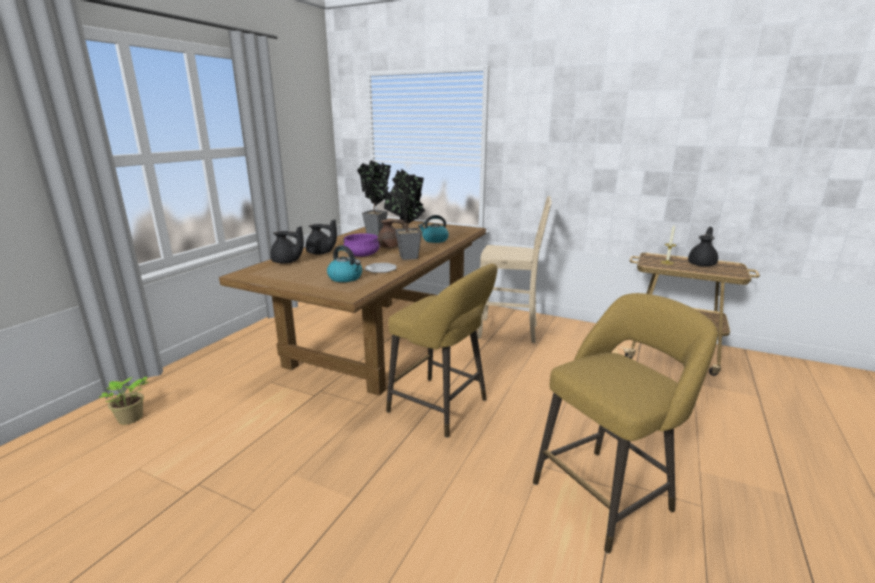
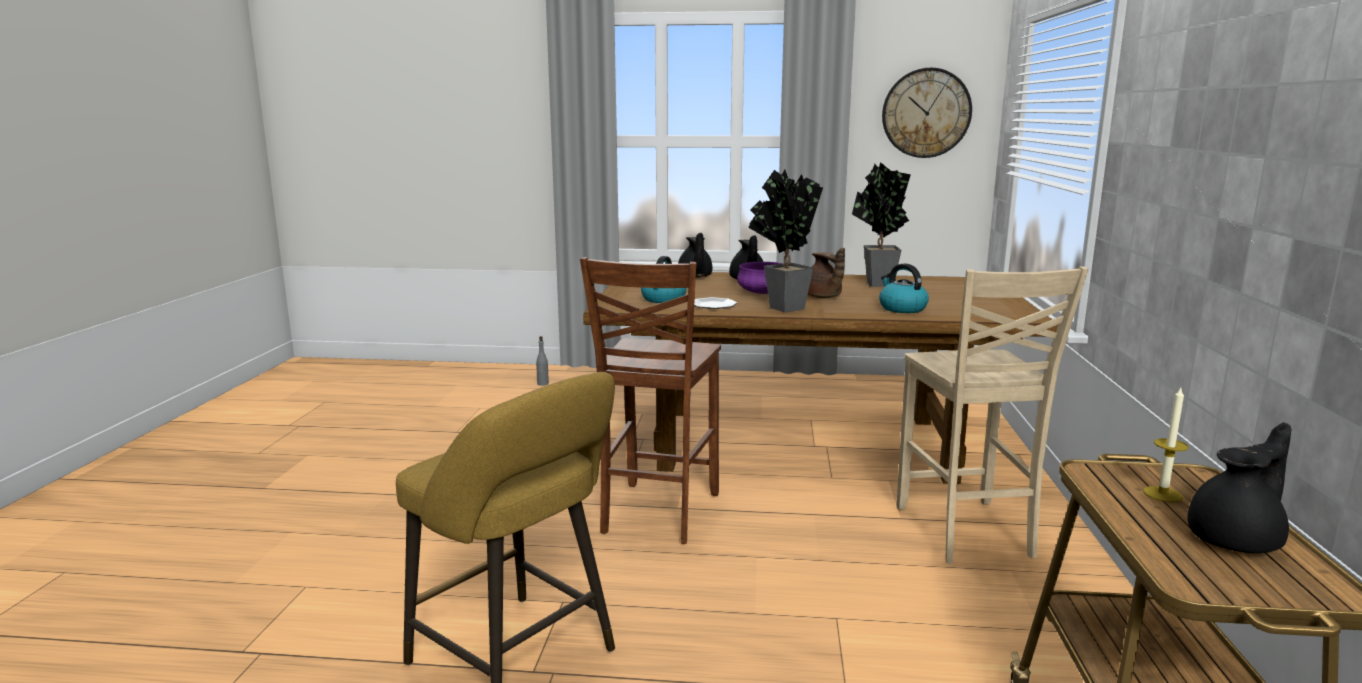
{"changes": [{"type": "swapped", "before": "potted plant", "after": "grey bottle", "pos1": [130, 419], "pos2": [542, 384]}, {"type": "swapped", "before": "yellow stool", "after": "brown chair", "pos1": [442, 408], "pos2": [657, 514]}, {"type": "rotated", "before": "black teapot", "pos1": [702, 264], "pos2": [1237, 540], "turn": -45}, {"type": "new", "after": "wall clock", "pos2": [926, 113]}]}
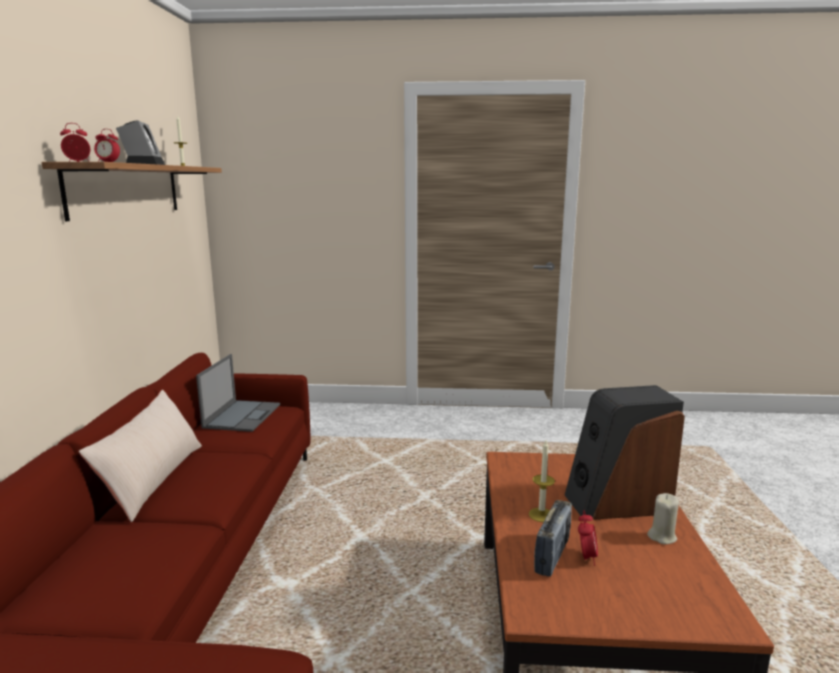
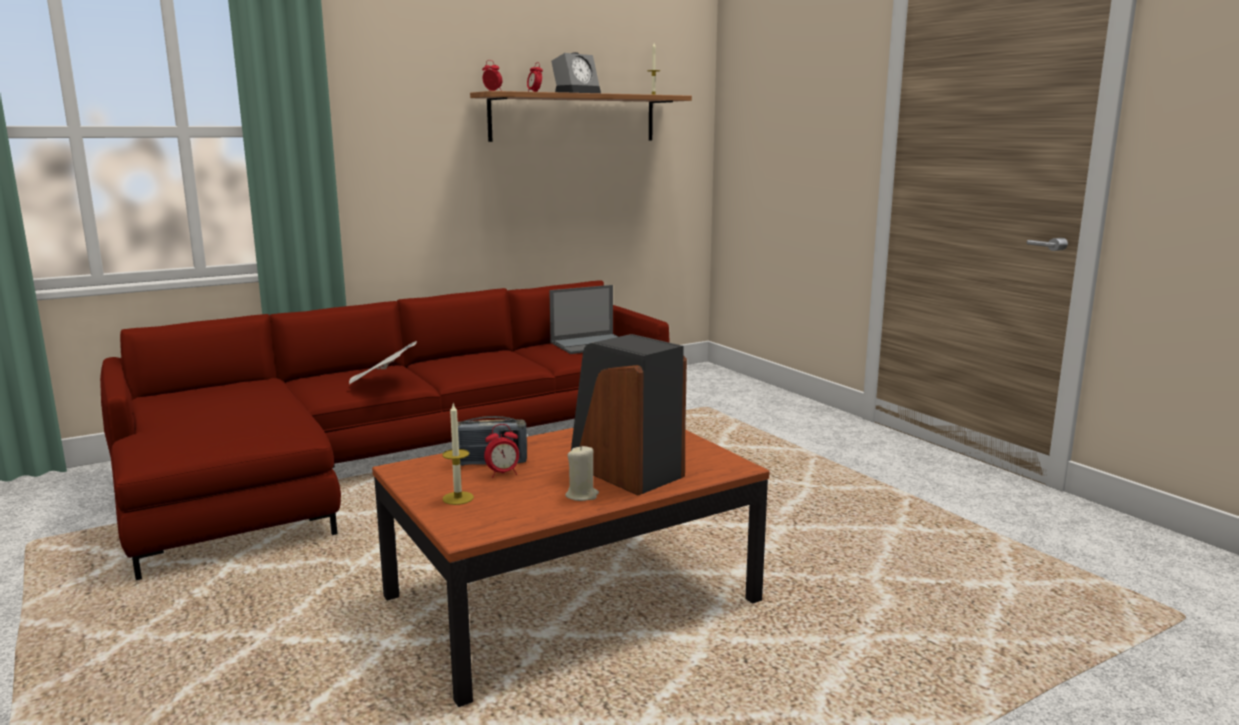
{"changes": [{"type": "gone", "before": "beige pillow", "pos1": [153, 479]}, {"type": "shifted", "before": "candle", "pos1": [541, 515], "pos2": [458, 498]}, {"type": "new", "after": "newspaper", "pos2": [381, 383]}]}
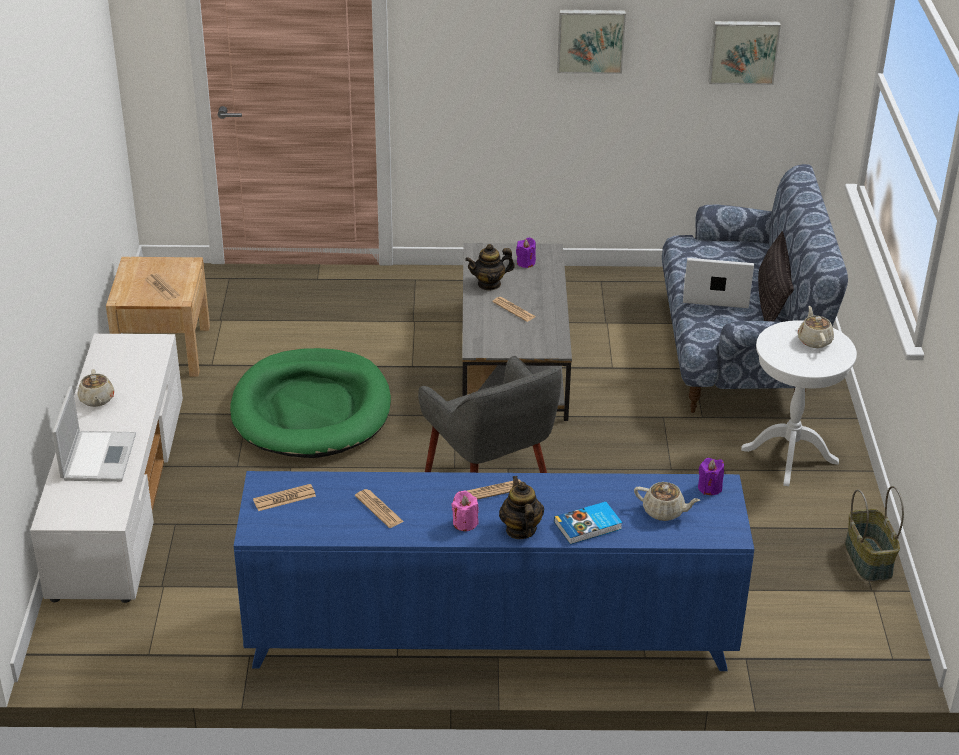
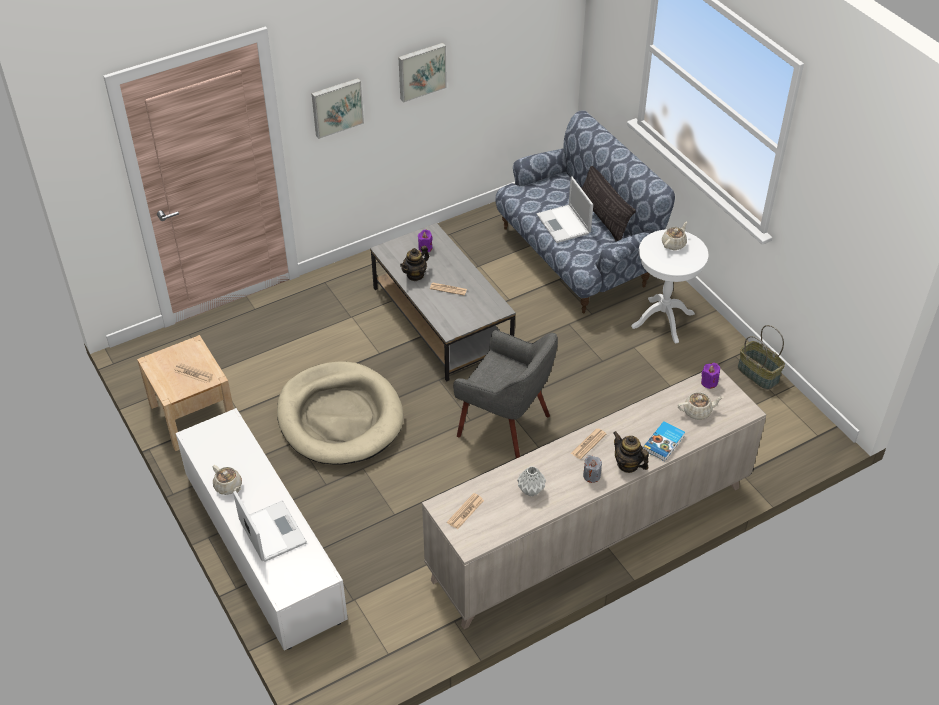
{"changes": [{"type": "repainted", "before": "green dog bed", "after": "beige dog bed", "pos1": [311, 409], "pos2": [340, 417]}, {"type": "repainted", "before": "blue cabinet", "after": "beige cabinet", "pos1": [491, 638], "pos2": [590, 533]}, {"type": "swapped", "before": "newspaper", "after": "grey vase", "pos1": [379, 509], "pos2": [531, 491]}, {"type": "repainted", "before": "pink candle", "after": "grey candle", "pos1": [465, 523], "pos2": [591, 476]}, {"type": "rotated", "before": "laptop", "pos1": [714, 293], "pos2": [564, 224], "turn": -90}, {"type": "shifted", "before": "picture", "pos1": [743, 51], "pos2": [336, 107]}, {"type": "rotated", "before": "beige teapot", "pos1": [814, 340], "pos2": [674, 244], "turn": 75}]}
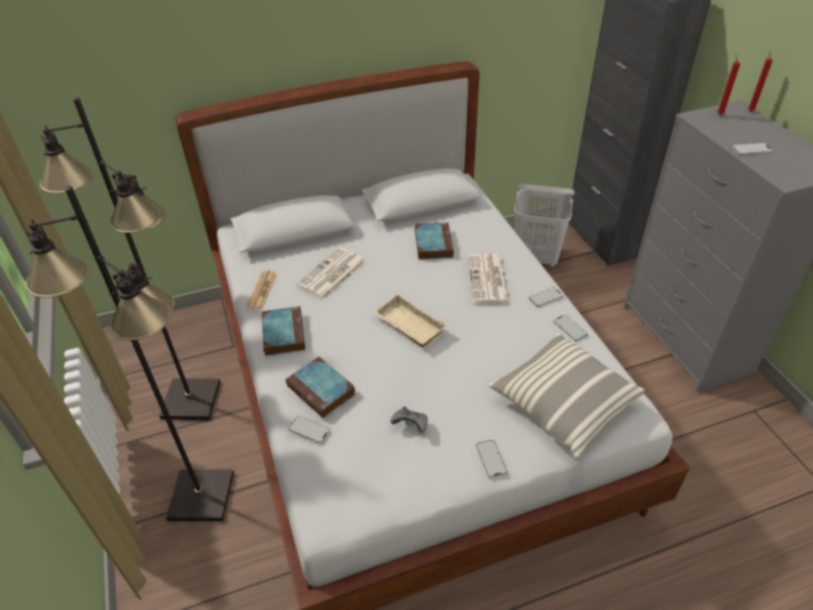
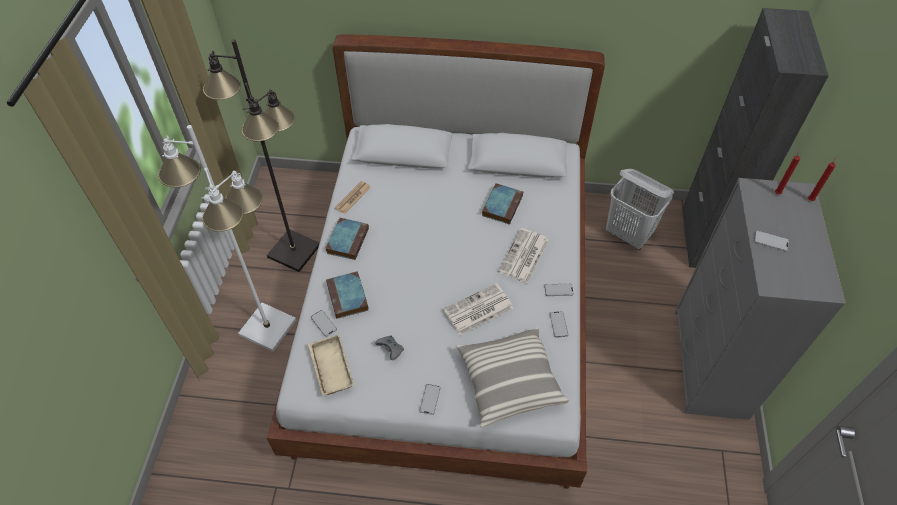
{"changes": [{"type": "repainted", "before": "black floor lamp", "after": "white floor lamp", "pos1": [201, 495], "pos2": [267, 327]}, {"type": "shifted", "before": "newspaper", "pos1": [332, 274], "pos2": [477, 310]}, {"type": "shifted", "before": "beige tray", "pos1": [407, 325], "pos2": [329, 367]}]}
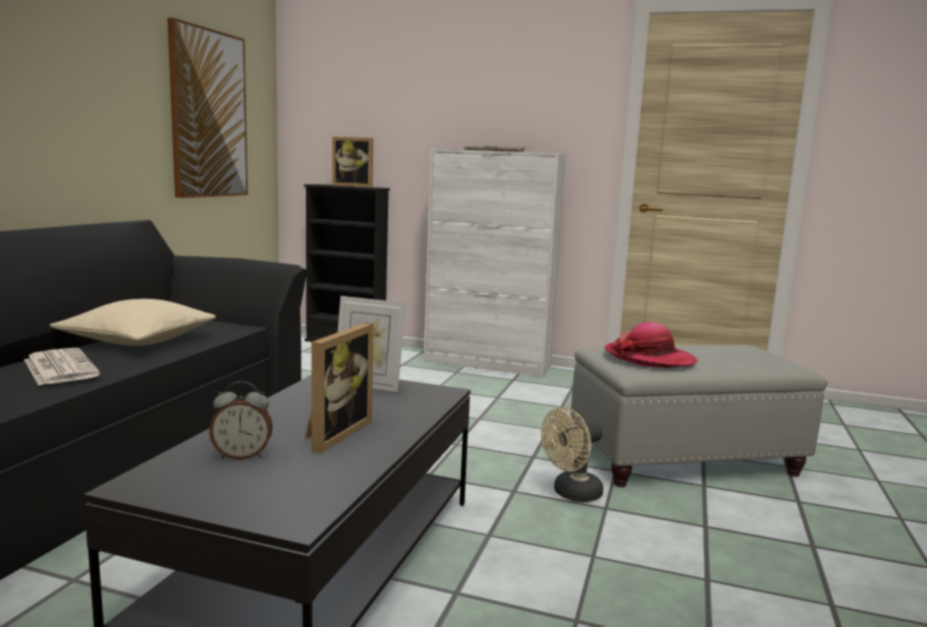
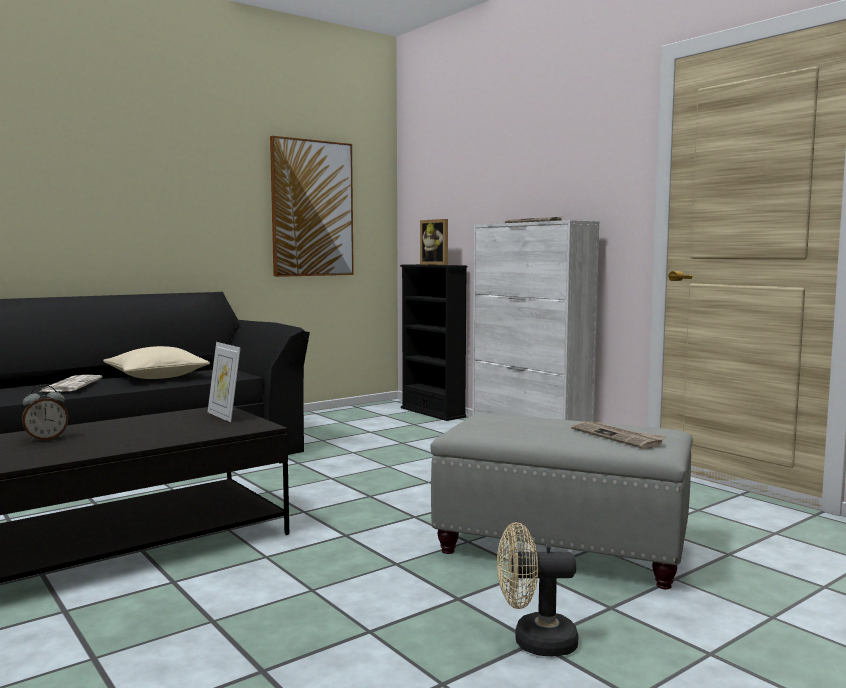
{"changes": [{"type": "rotated", "before": "alarm clock", "pos1": [242, 456], "pos2": [46, 439], "turn": -60}, {"type": "gone", "before": "picture frame", "pos1": [333, 433]}, {"type": "shifted", "before": "beige fan", "pos1": [571, 494], "pos2": [534, 642]}, {"type": "gone", "before": "hat", "pos1": [649, 358]}, {"type": "new", "after": "newspaper", "pos2": [618, 437]}]}
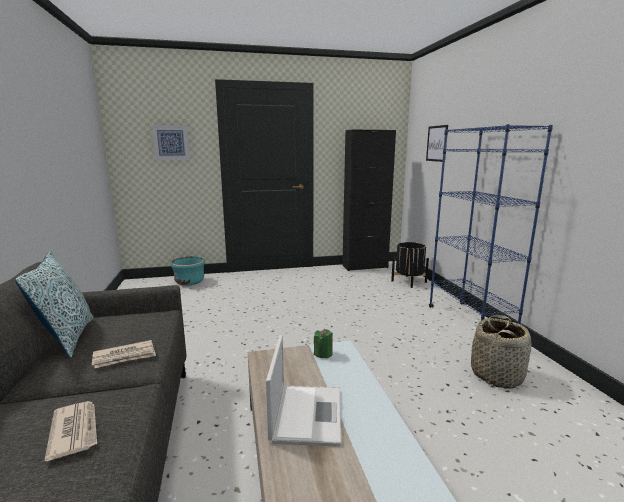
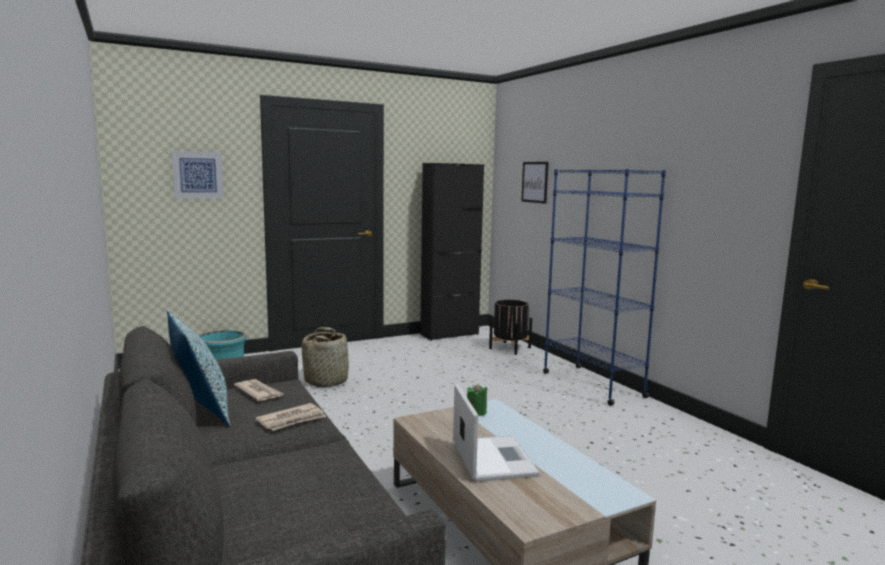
{"changes": [{"type": "shifted", "before": "newspaper", "pos1": [75, 430], "pos2": [259, 392]}, {"type": "shifted", "before": "basket", "pos1": [497, 375], "pos2": [326, 381]}]}
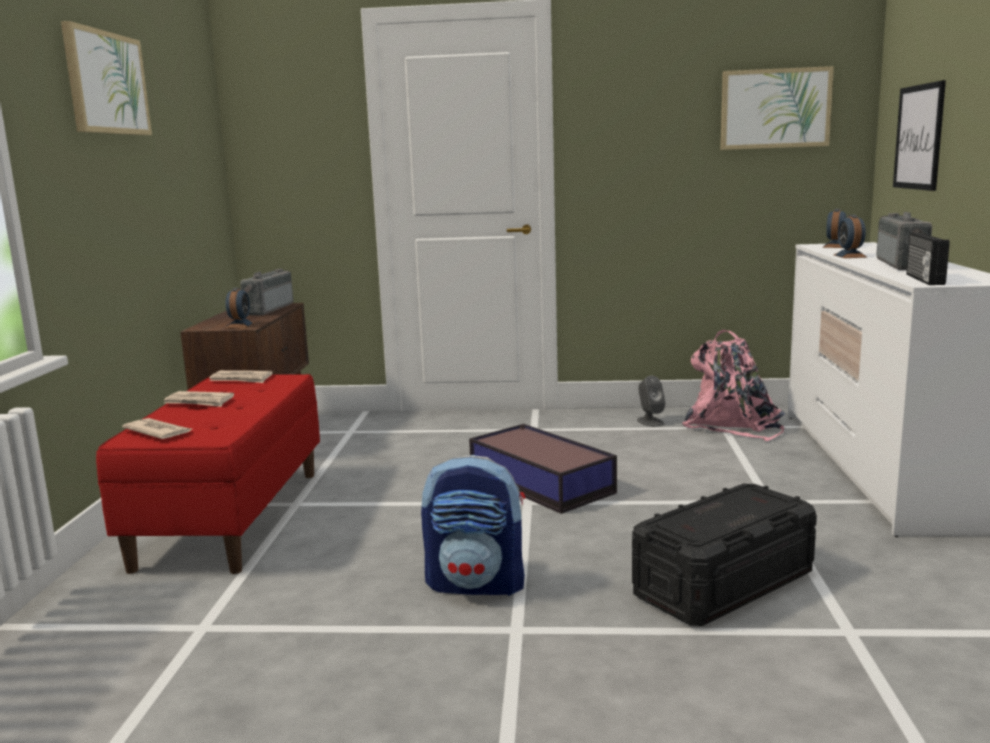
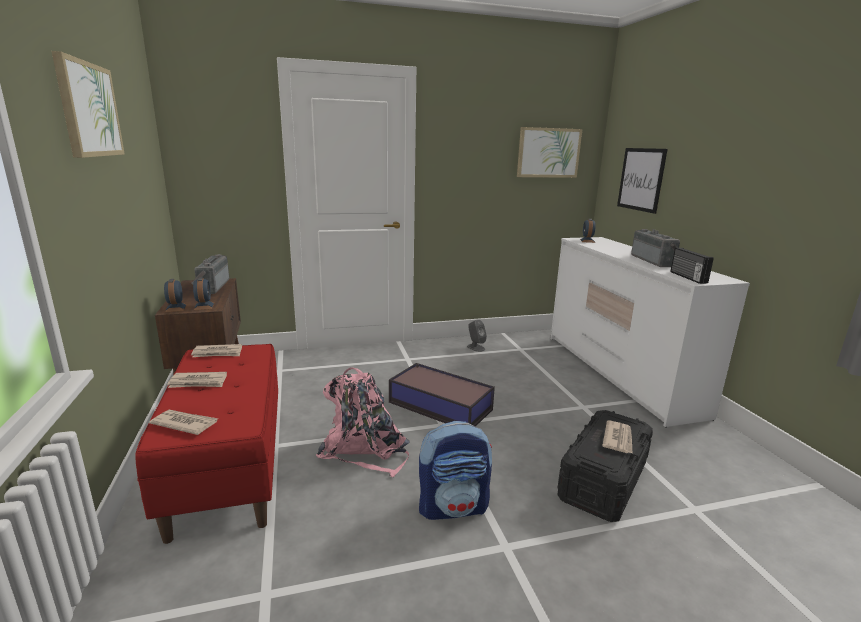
{"changes": [{"type": "shifted", "before": "pink backpack", "pos1": [733, 425], "pos2": [365, 449]}, {"type": "shifted", "before": "alarm clock", "pos1": [850, 256], "pos2": [176, 308]}, {"type": "new", "after": "newspaper", "pos2": [618, 439]}]}
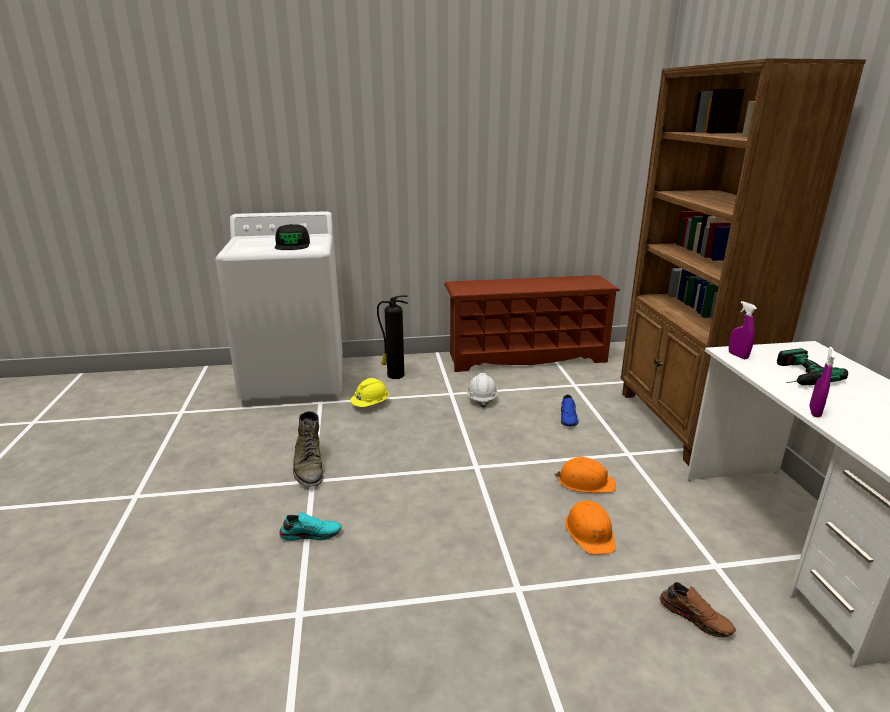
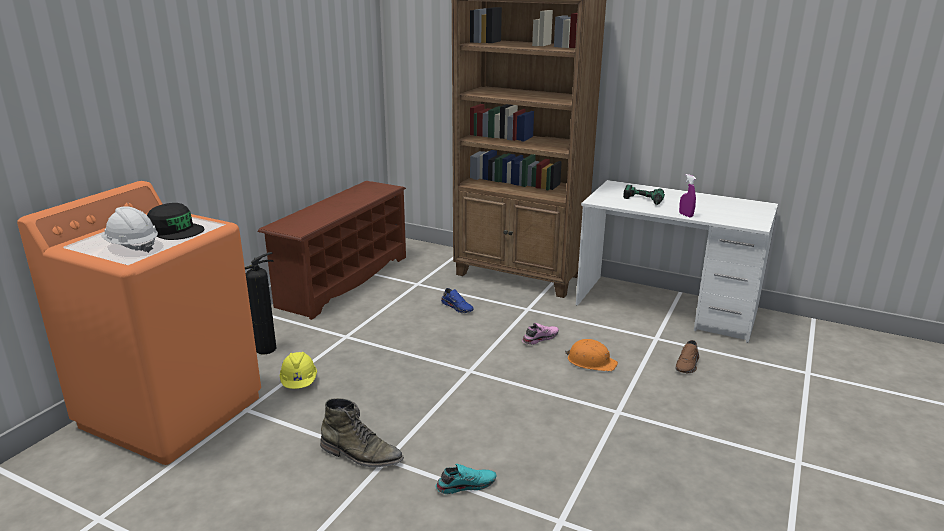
{"changes": [{"type": "repainted", "before": "white washing machine", "after": "orange washing machine", "pos1": [295, 382], "pos2": [172, 411]}, {"type": "rotated", "before": "turquoise shoe", "pos1": [311, 533], "pos2": [466, 484], "turn": 45}, {"type": "shifted", "before": "white hard hat", "pos1": [481, 399], "pos2": [132, 246]}, {"type": "swapped", "before": "orange hard hat", "after": "pink shoe", "pos1": [585, 482], "pos2": [539, 338]}, {"type": "rotated", "before": "brown shoe", "pos1": [695, 617], "pos2": [688, 365], "turn": 135}, {"type": "gone", "before": "purple spray bottle", "pos1": [738, 356]}]}
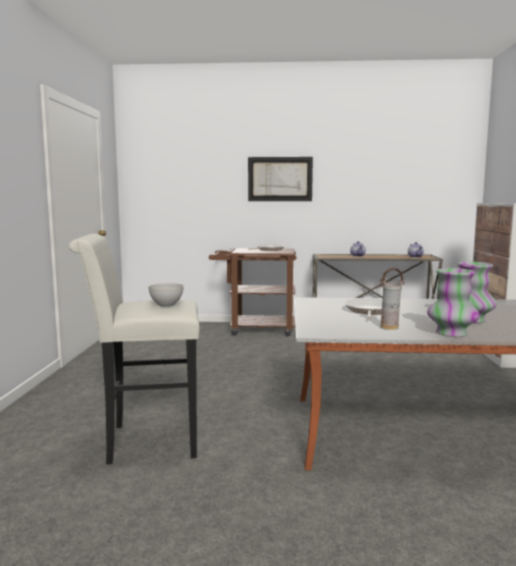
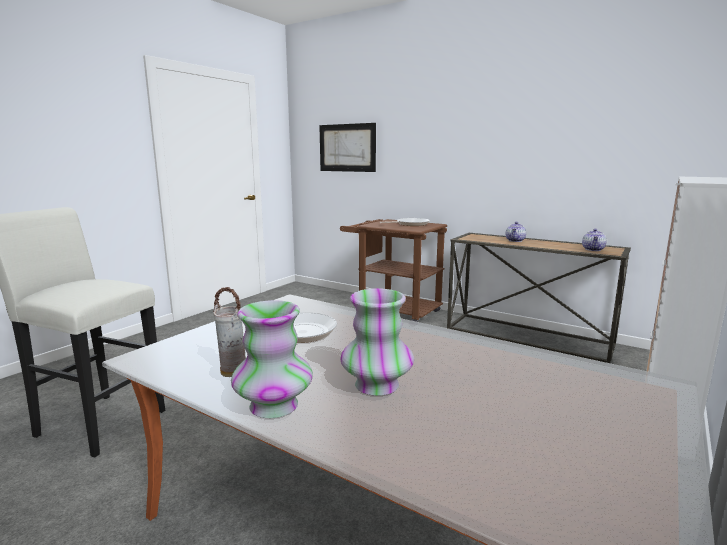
{"changes": [{"type": "gone", "before": "grey bowl", "pos1": [166, 305]}, {"type": "shifted", "before": "picture", "pos1": [280, 179], "pos2": [347, 148]}]}
